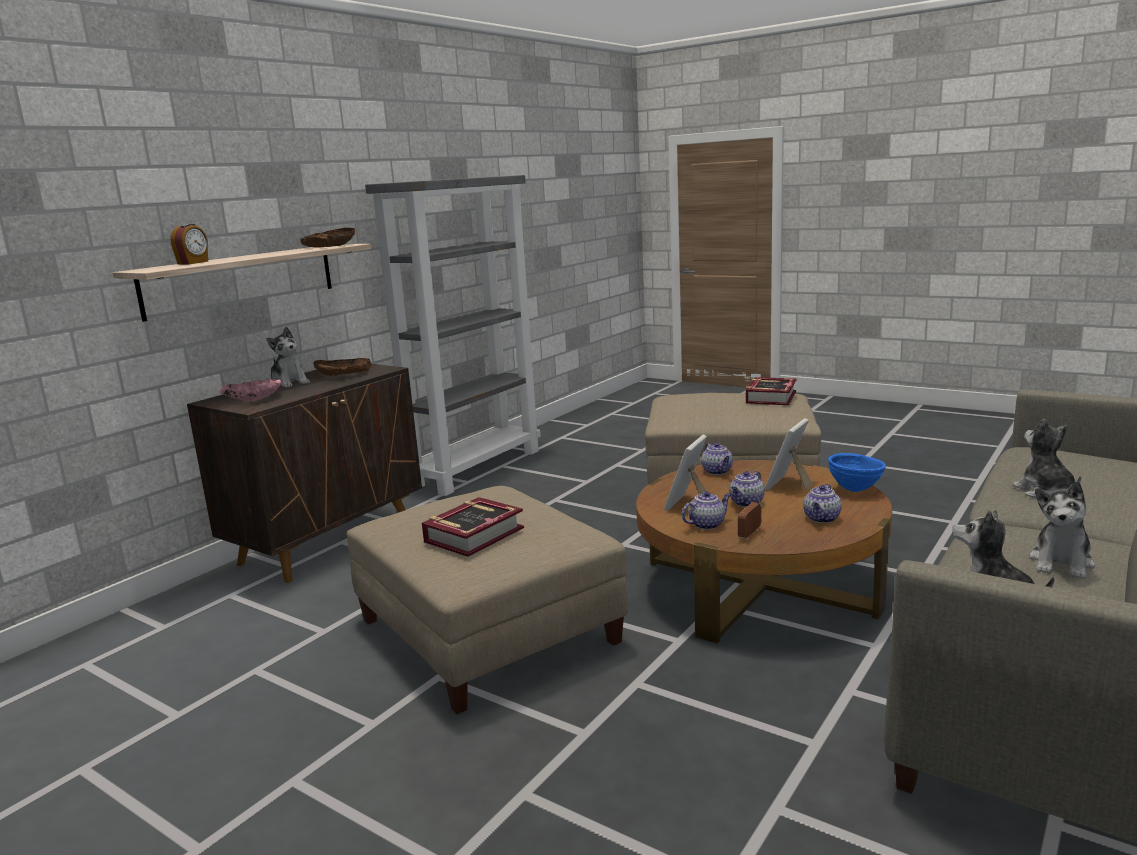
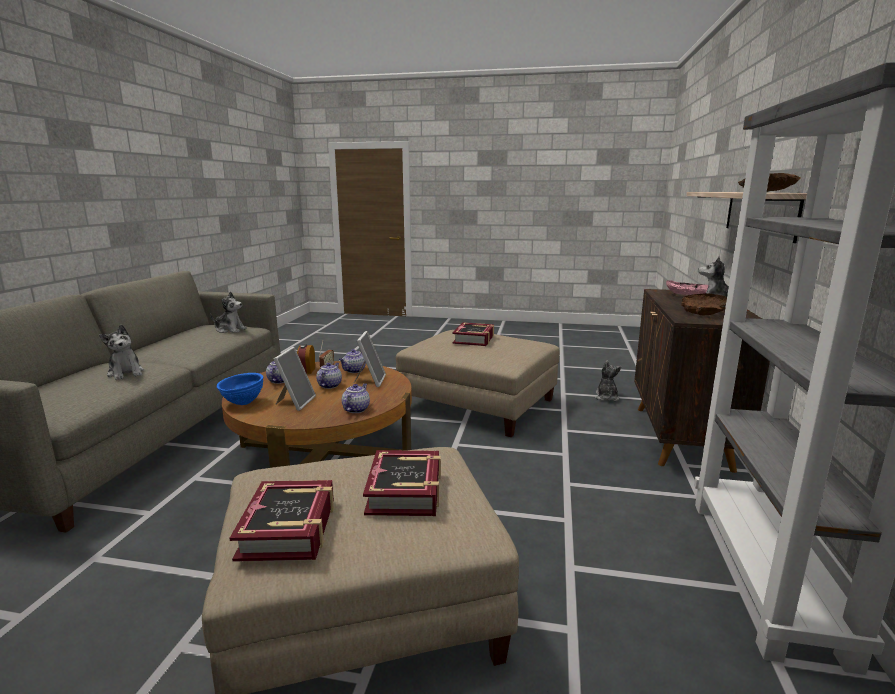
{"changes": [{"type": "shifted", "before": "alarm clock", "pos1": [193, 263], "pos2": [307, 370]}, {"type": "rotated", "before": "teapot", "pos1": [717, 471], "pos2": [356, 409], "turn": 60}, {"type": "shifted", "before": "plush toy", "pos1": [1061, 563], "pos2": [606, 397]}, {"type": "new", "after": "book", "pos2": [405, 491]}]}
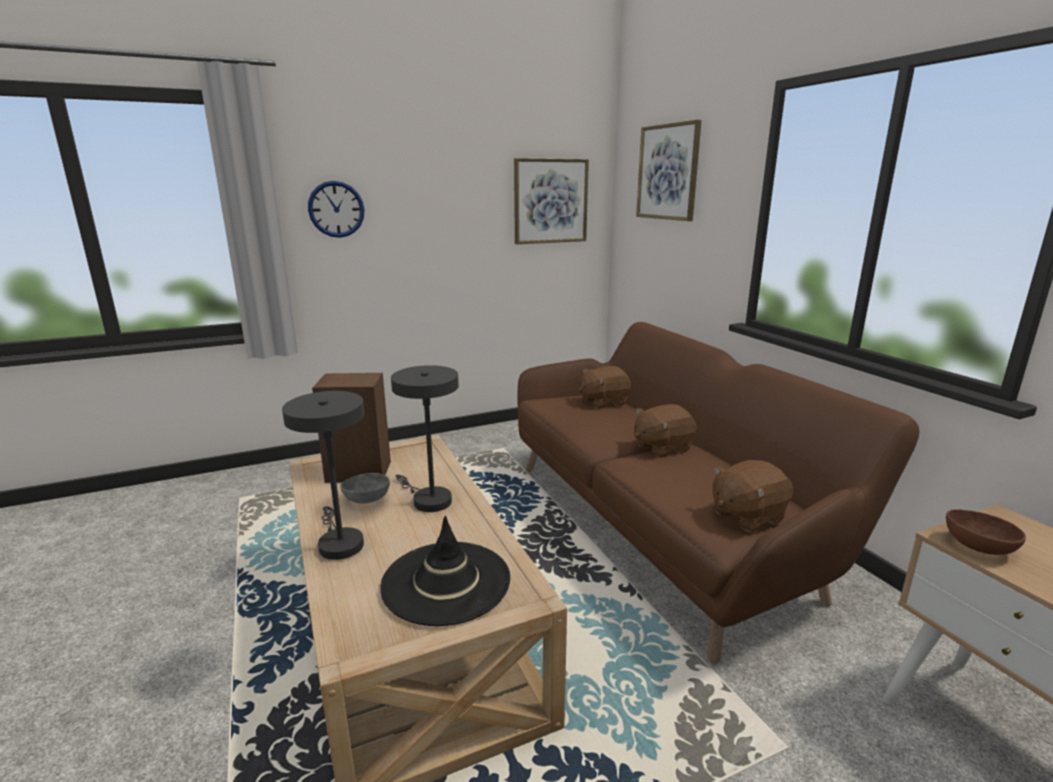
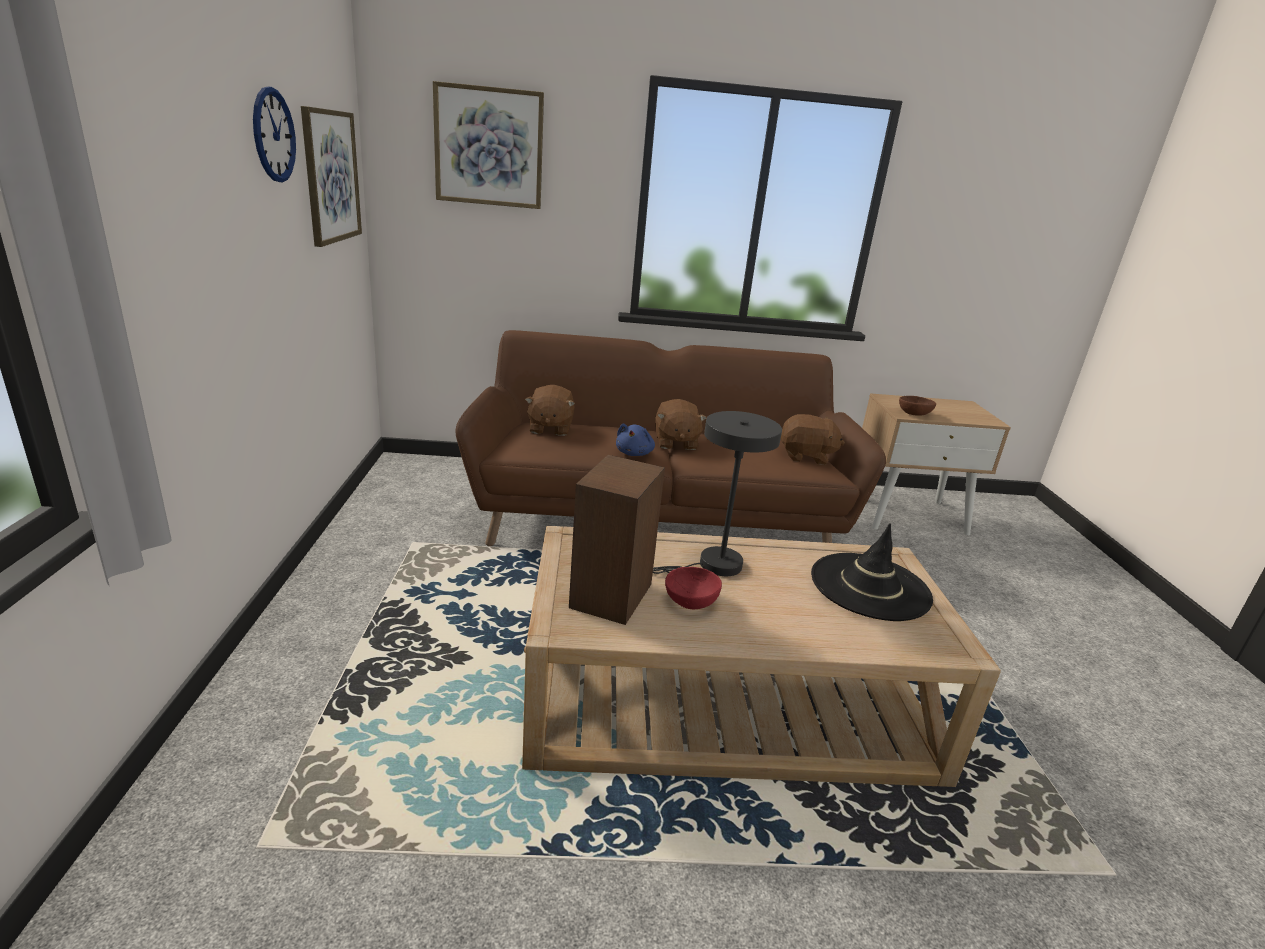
{"changes": [{"type": "gone", "before": "grey table lamp", "pos1": [338, 542]}, {"type": "shifted", "before": "wall clock", "pos1": [336, 209], "pos2": [273, 135]}, {"type": "repainted", "before": "grey bowl", "after": "red bowl", "pos1": [366, 499], "pos2": [689, 601]}, {"type": "rotated", "before": "brown plush toy", "pos1": [746, 515], "pos2": [806, 456], "turn": -75}, {"type": "new", "after": "blue plush toy", "pos2": [634, 453]}]}
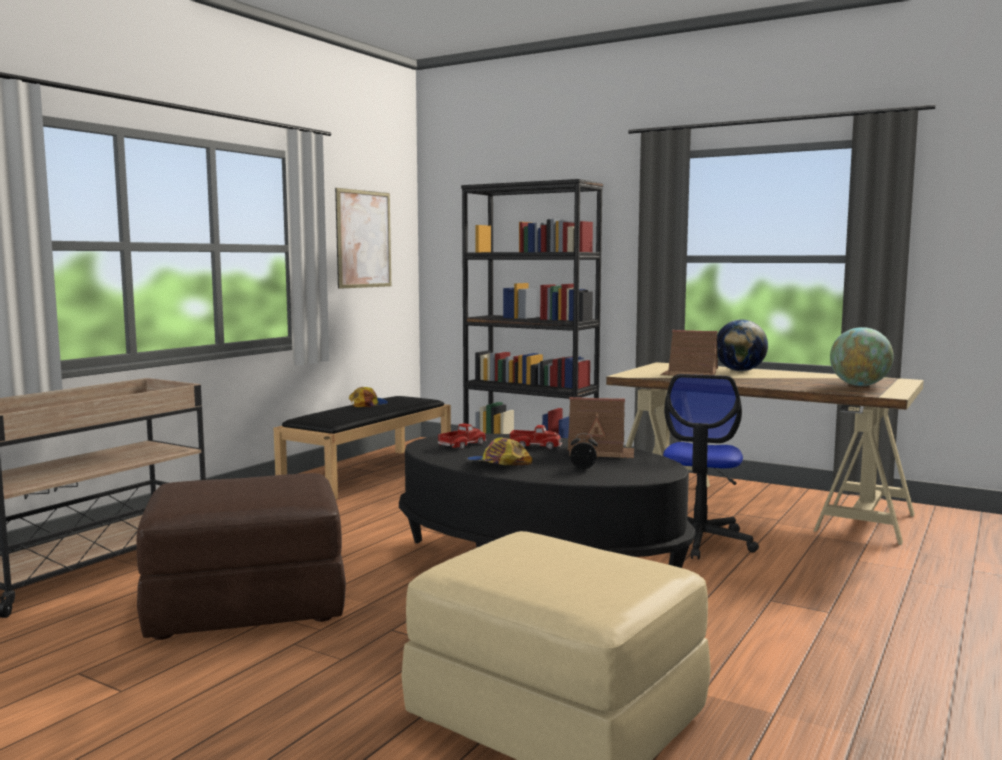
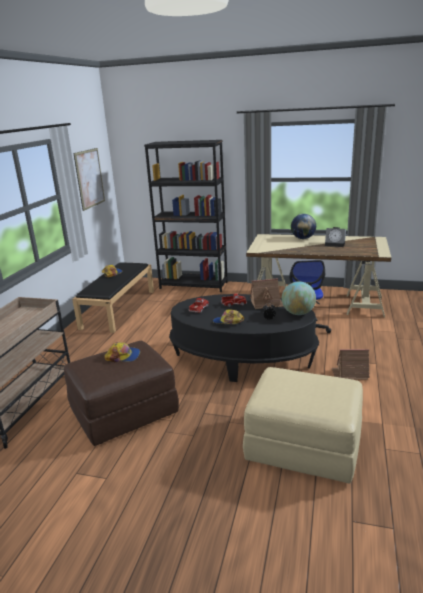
{"changes": [{"type": "shifted", "before": "toy house", "pos1": [689, 374], "pos2": [350, 373]}, {"type": "shifted", "before": "globe", "pos1": [859, 385], "pos2": [298, 313]}, {"type": "new", "after": "cap", "pos2": [123, 356]}, {"type": "new", "after": "alarm clock", "pos2": [335, 244]}]}
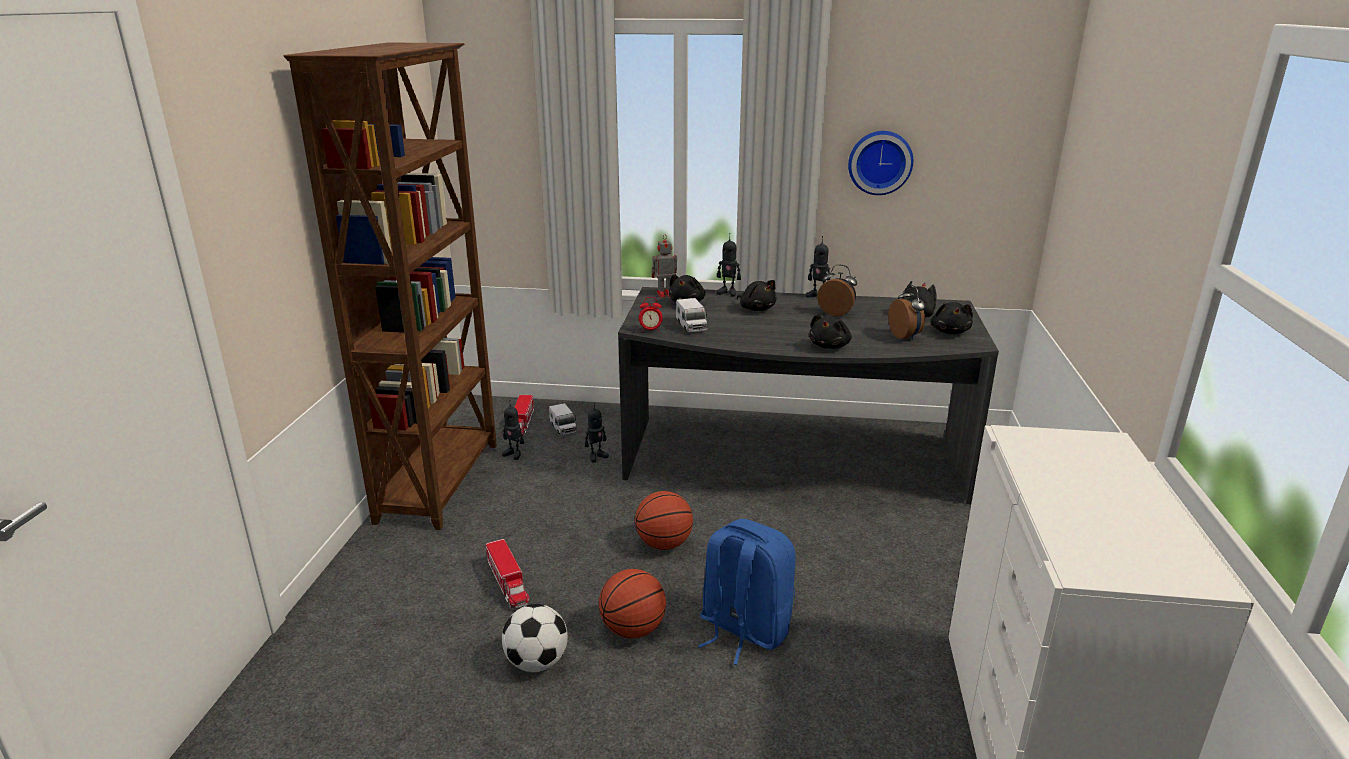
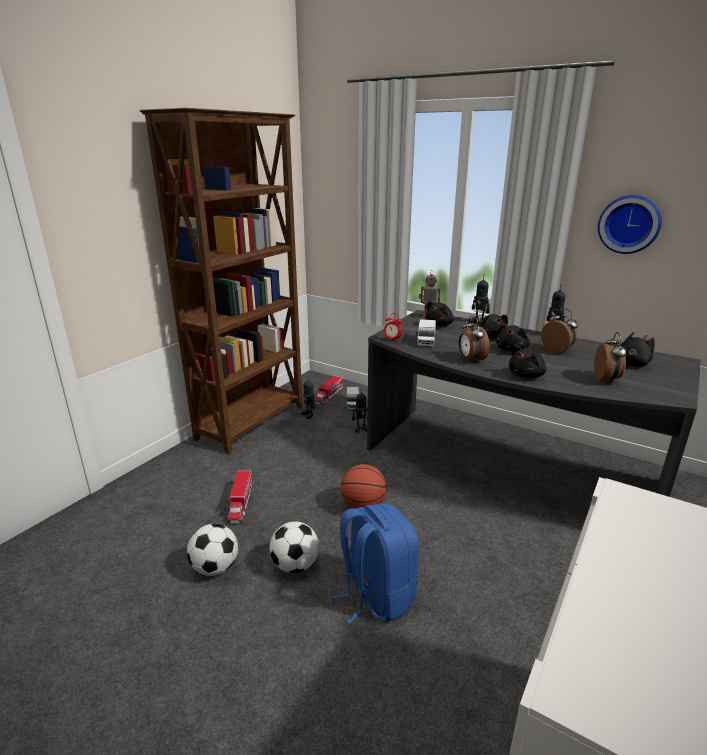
{"changes": [{"type": "swapped", "before": "basketball", "after": "football", "pos1": [633, 629], "pos2": [295, 565]}, {"type": "shifted", "before": "black plush toy", "pos1": [950, 331], "pos2": [511, 349]}, {"type": "new", "after": "alarm clock", "pos2": [470, 360]}]}
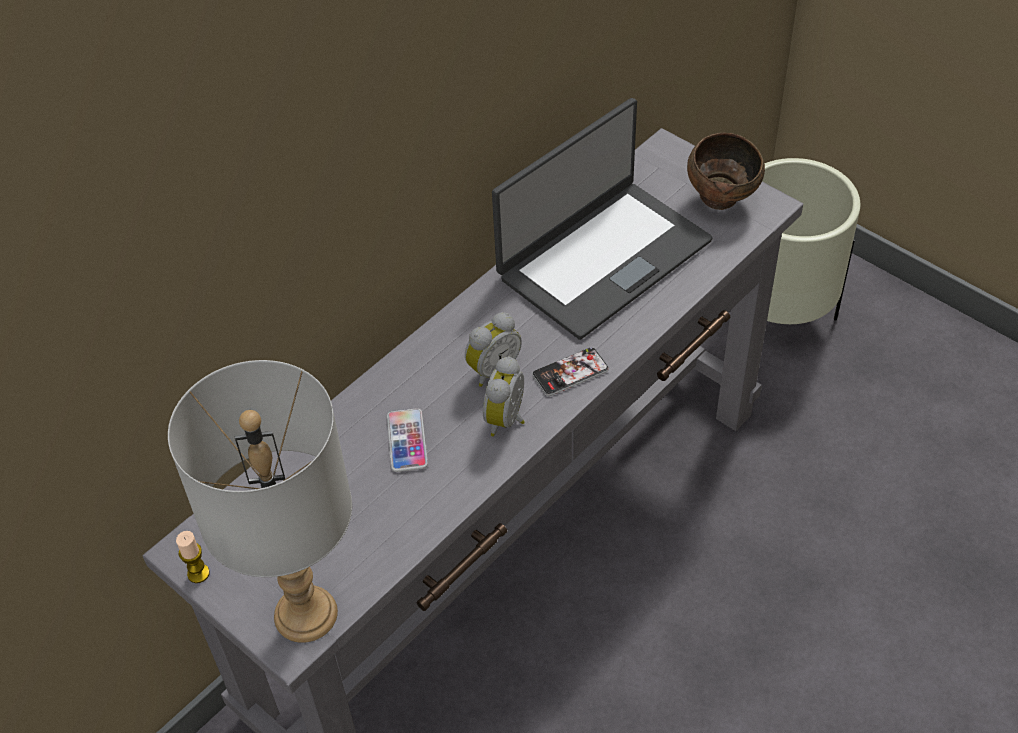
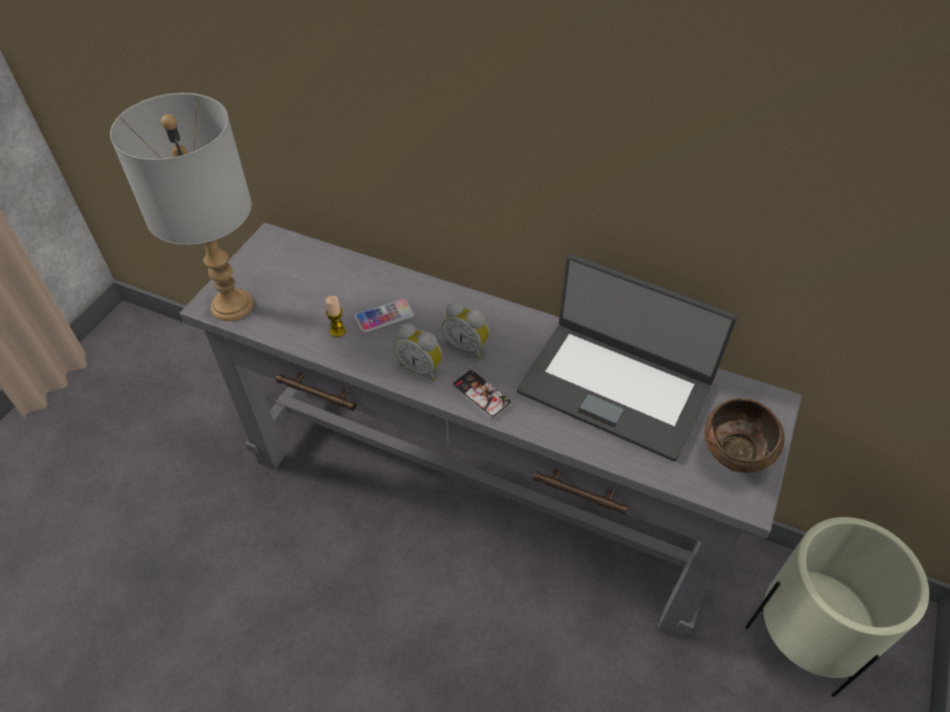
{"changes": [{"type": "shifted", "before": "candle", "pos1": [198, 573], "pos2": [338, 331]}, {"type": "rotated", "before": "alarm clock", "pos1": [508, 420], "pos2": [421, 368], "turn": -150}]}
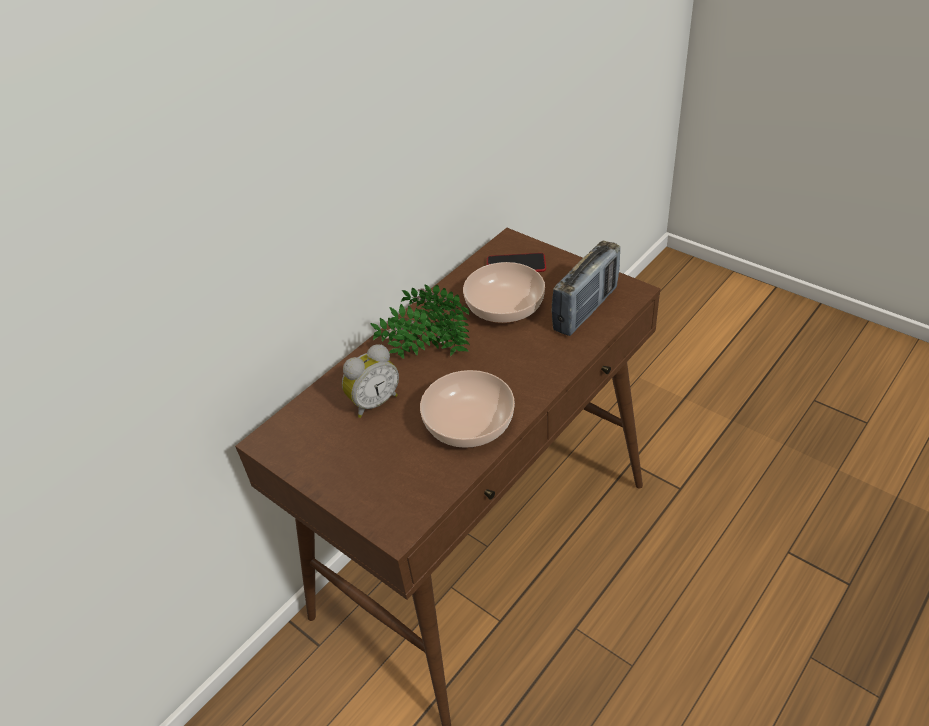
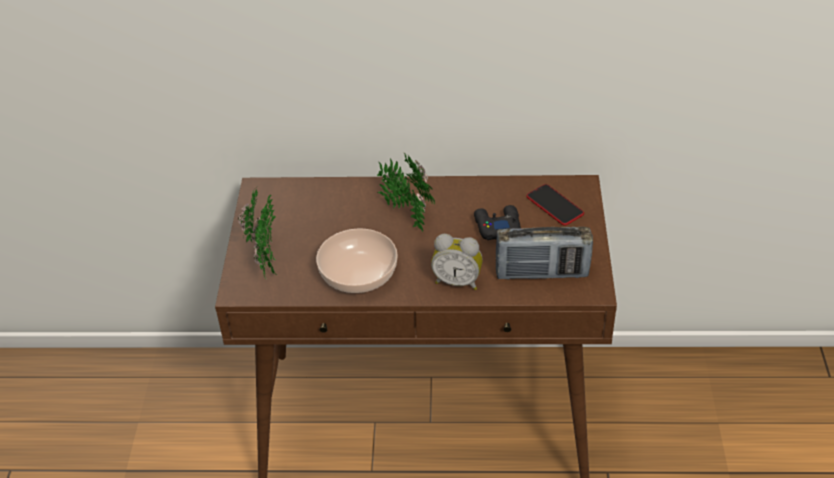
{"changes": [{"type": "shifted", "before": "alarm clock", "pos1": [373, 402], "pos2": [457, 281]}, {"type": "swapped", "before": "bowl", "after": "black game controller", "pos1": [504, 307], "pos2": [497, 226]}, {"type": "new", "after": "potted plant", "pos2": [264, 262]}]}
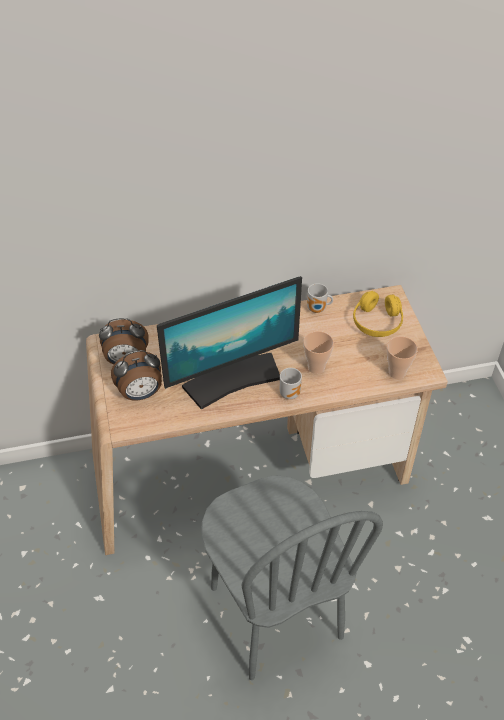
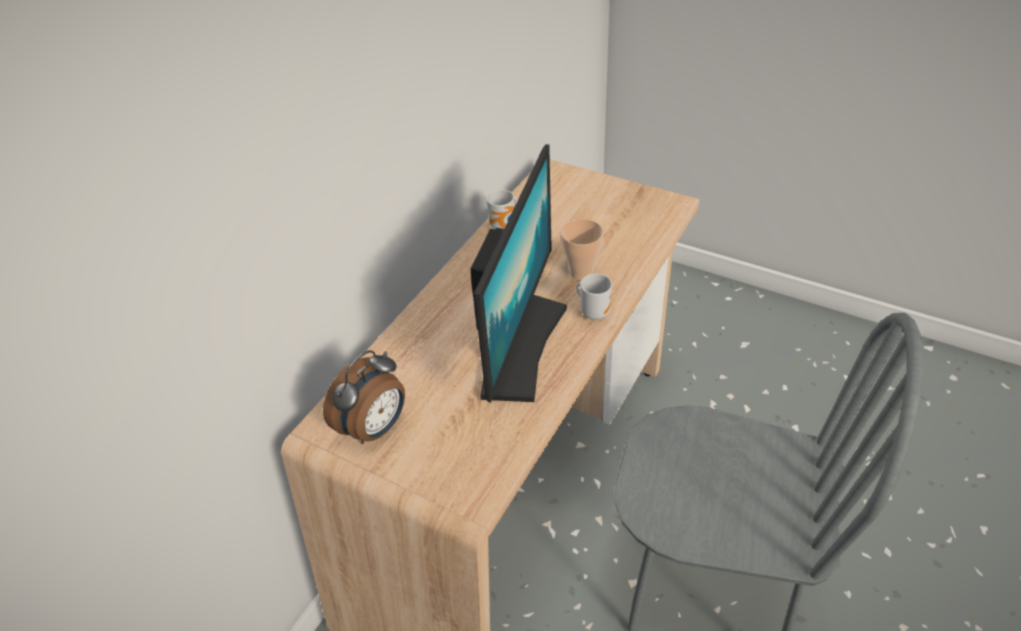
{"changes": [{"type": "gone", "before": "alarm clock", "pos1": [141, 394]}, {"type": "gone", "before": "yellow headphones", "pos1": [377, 322]}, {"type": "gone", "before": "cup", "pos1": [397, 372]}]}
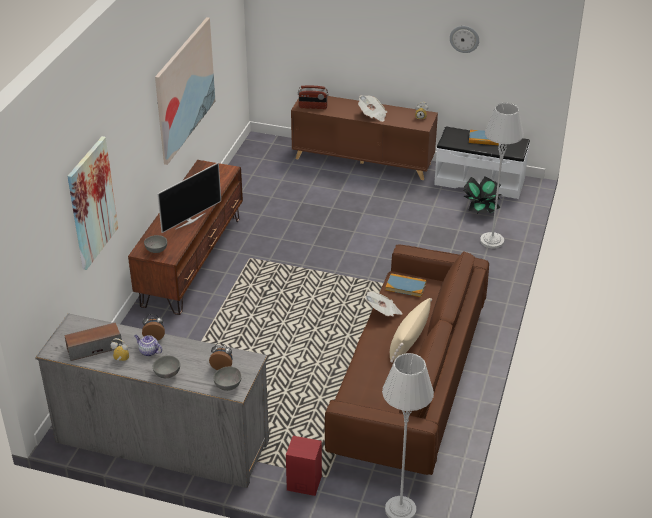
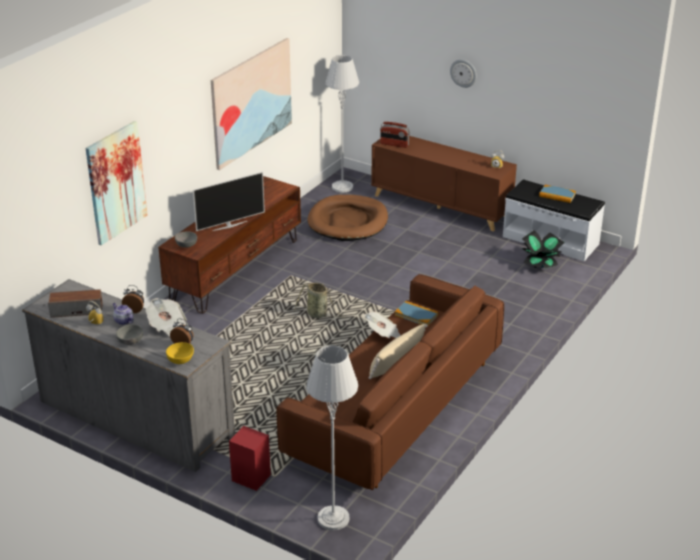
{"changes": [{"type": "repainted", "before": "grey bowl", "after": "yellow bowl", "pos1": [229, 385], "pos2": [181, 360]}, {"type": "shifted", "before": "newspaper", "pos1": [372, 115], "pos2": [168, 327]}, {"type": "shifted", "before": "wall clock", "pos1": [464, 38], "pos2": [463, 73]}, {"type": "shifted", "before": "grey floor lamp", "pos1": [492, 241], "pos2": [342, 187]}, {"type": "new", "after": "basket", "pos2": [318, 314]}, {"type": "new", "after": "brown dog bed", "pos2": [348, 221]}]}
